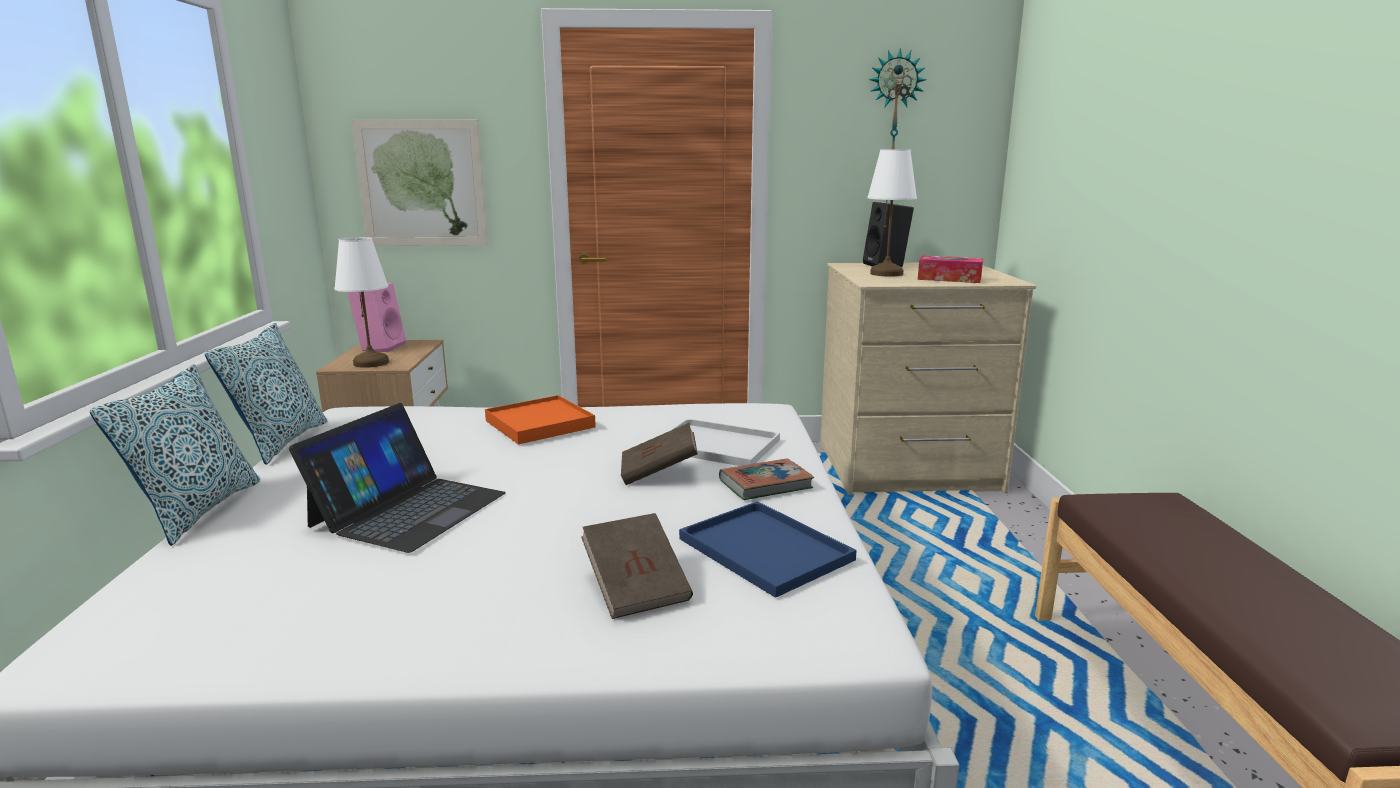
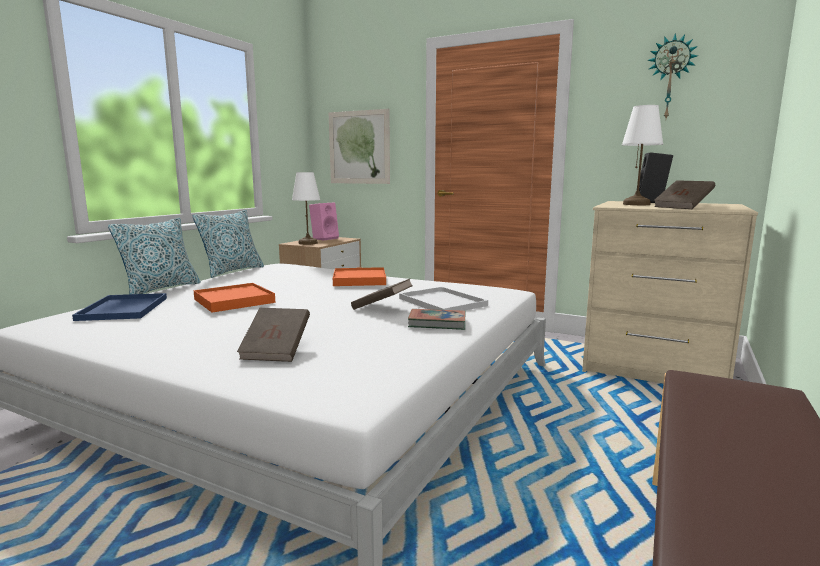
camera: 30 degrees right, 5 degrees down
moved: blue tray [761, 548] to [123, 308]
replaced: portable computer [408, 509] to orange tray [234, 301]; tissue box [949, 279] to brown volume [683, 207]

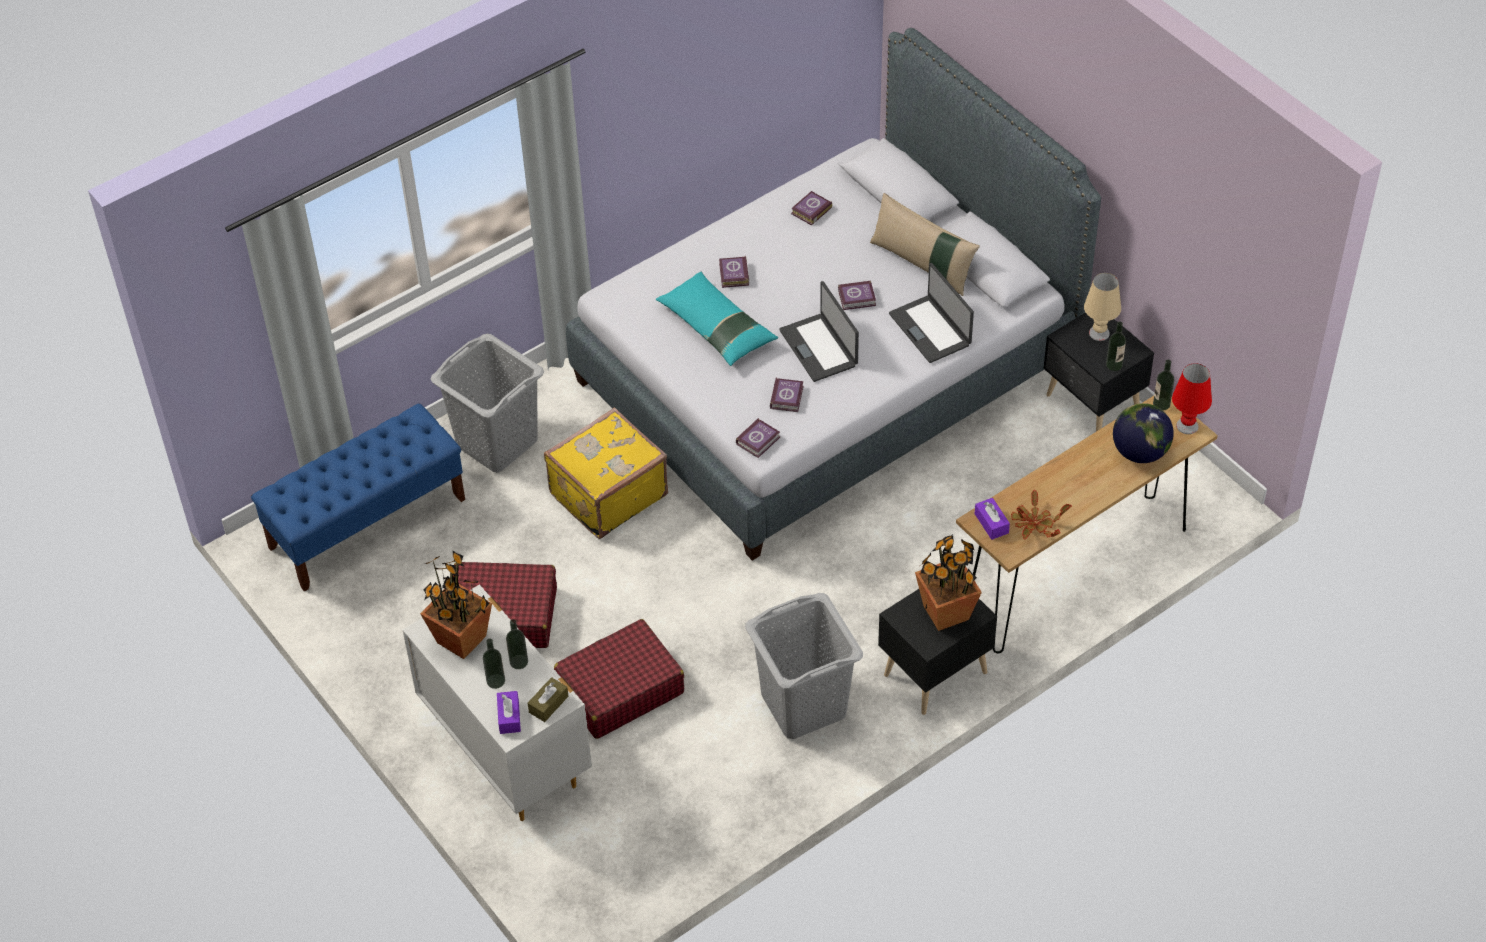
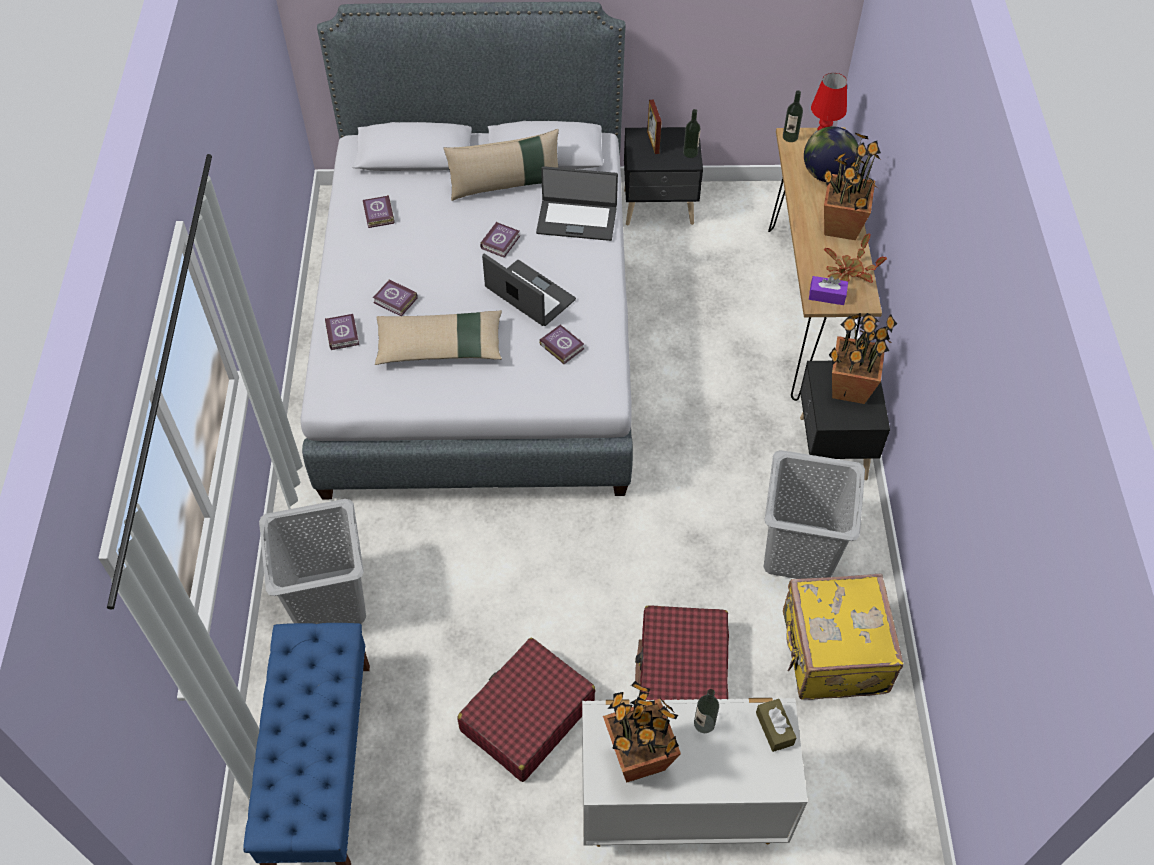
camera: 55 degrees left, 5 degrees up
removed: drink bottle [495, 681]; purple tissue box [509, 717]
added: houseplant [840, 226]
moved: yellow travel case [607, 494] to [831, 654]; volume [759, 440] to [343, 333]
replaced: beige table lamp [1099, 333] to picture frame [653, 142]
recoloured: turquoise-coloured pillow [716, 327] to beige pillow [440, 346]
turned: portable computer [819, 347] = [529, 295] 150 degrees counterclockwise

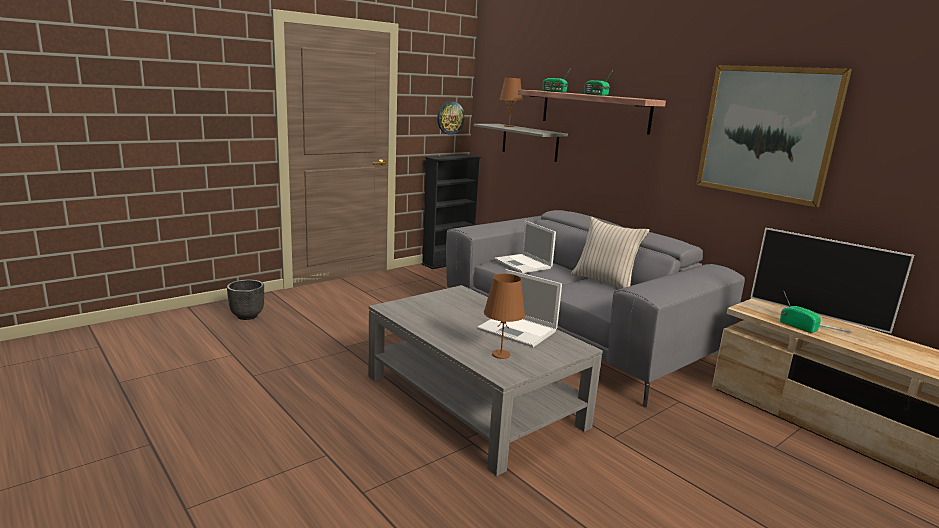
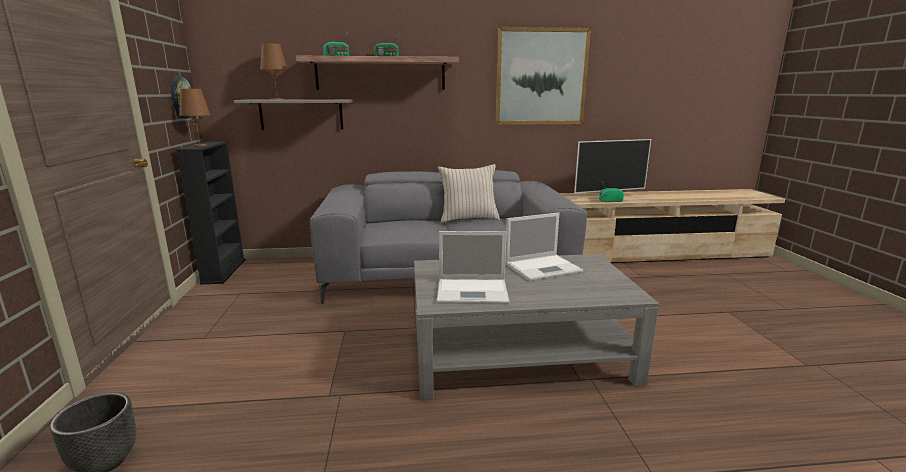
camera: 55 degrees left, 0 degrees up
moved: brown table lamp [501, 355] to [200, 145]; portable computer [523, 264] to [474, 291]

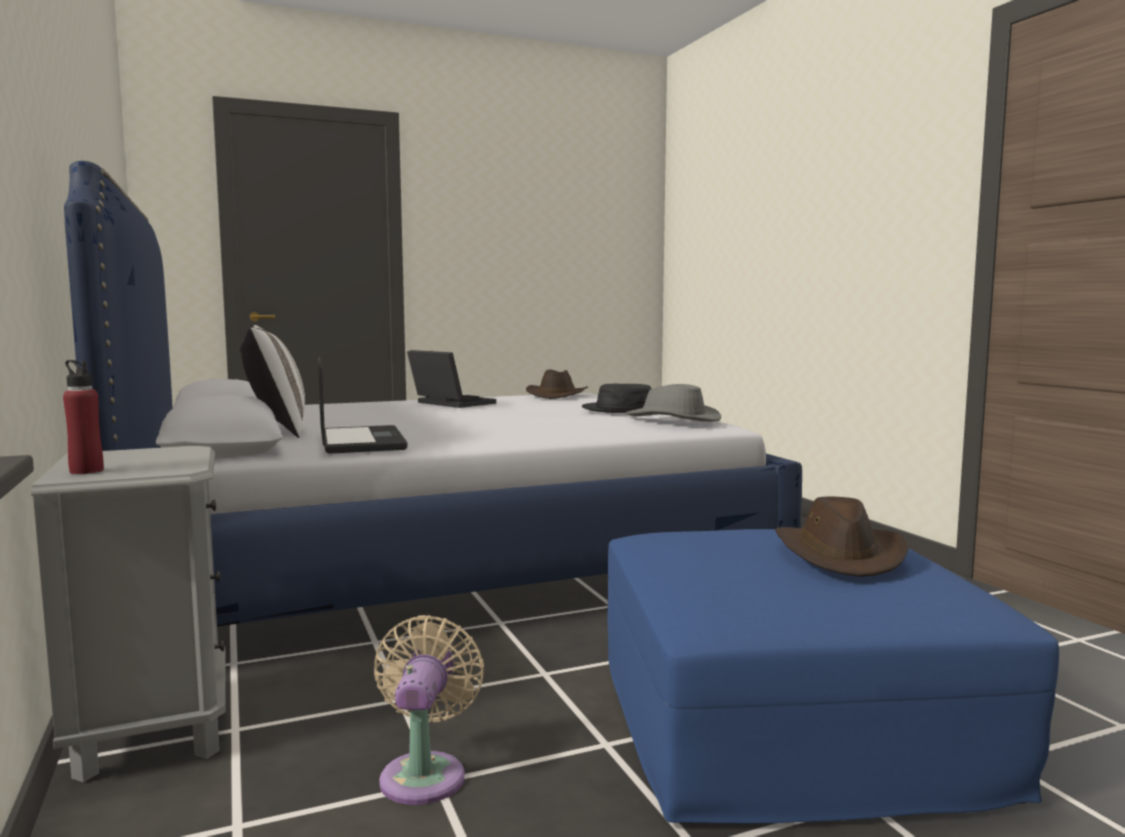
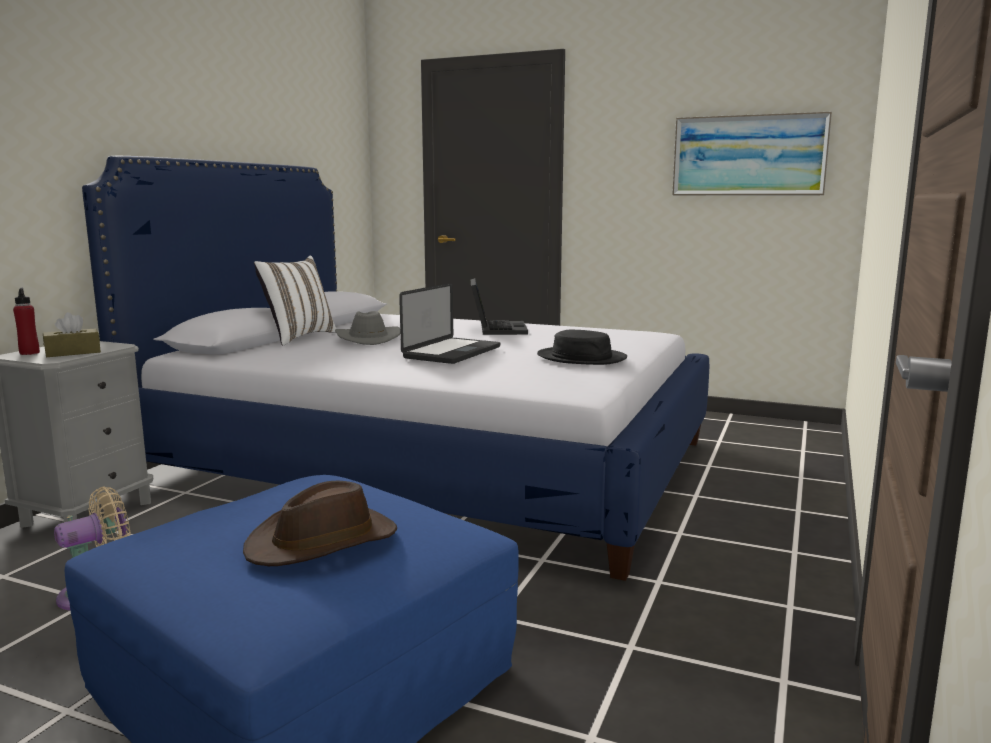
camera: 45 degrees right, 5 degrees up
removed: brown hat [557, 395]
added: brown tissue box [73, 352]; wall picture [748, 155]
moved: portable computer [361, 442] to [452, 352]; gray hat [672, 419] to [367, 339]

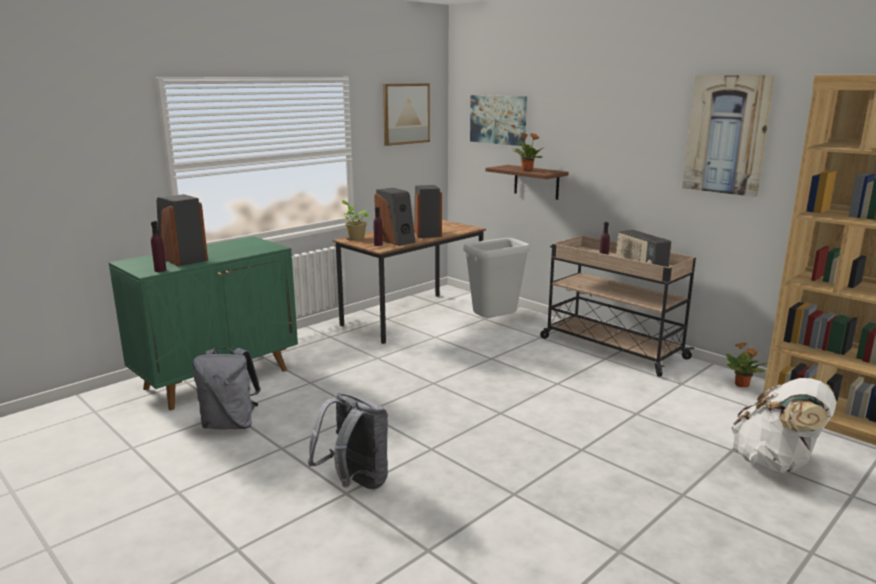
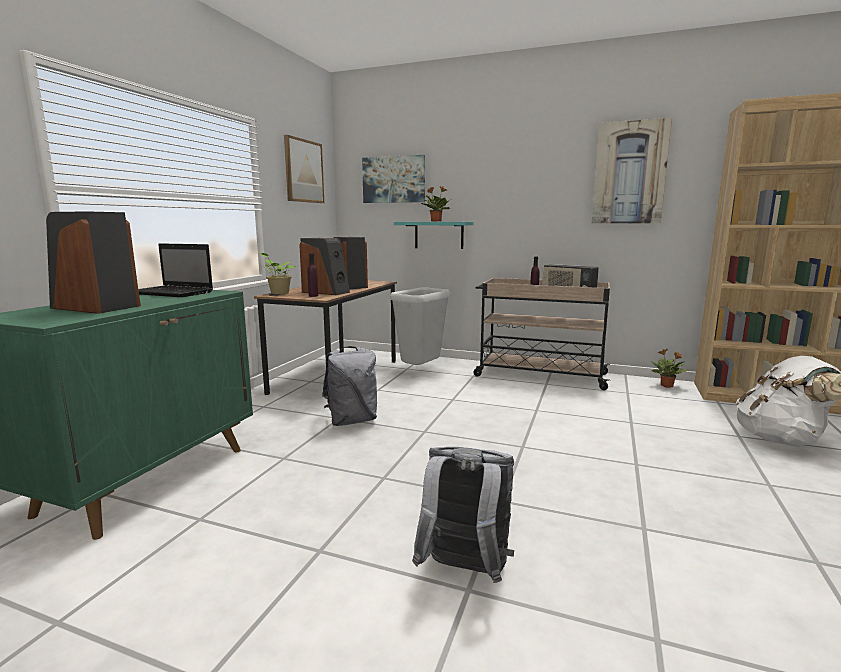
camera: 25 degrees left, 5 degrees down
removed: purple drink bottle [160, 270]
added: portable computer [173, 293]
moved: gray knapsack [230, 424] to [352, 421]
recoloured: brown shelf [536, 182] to turquoise-coloured shelf [439, 235]

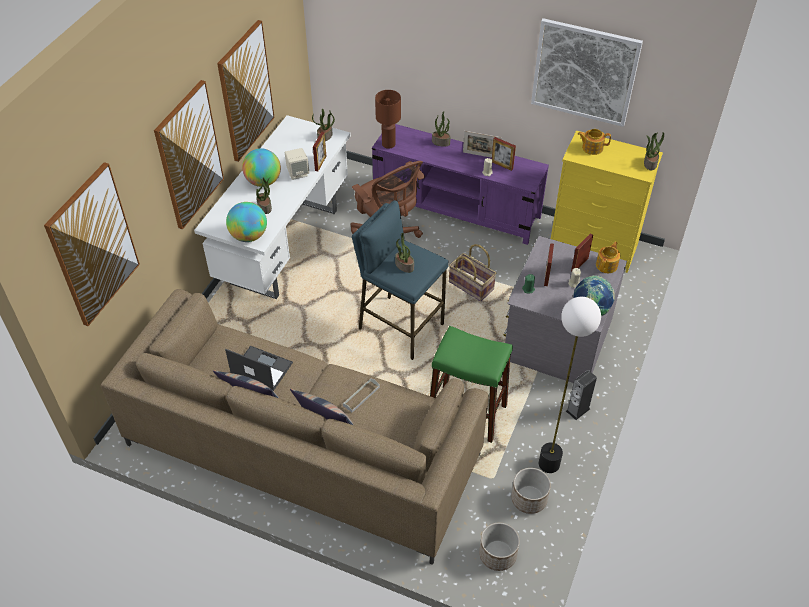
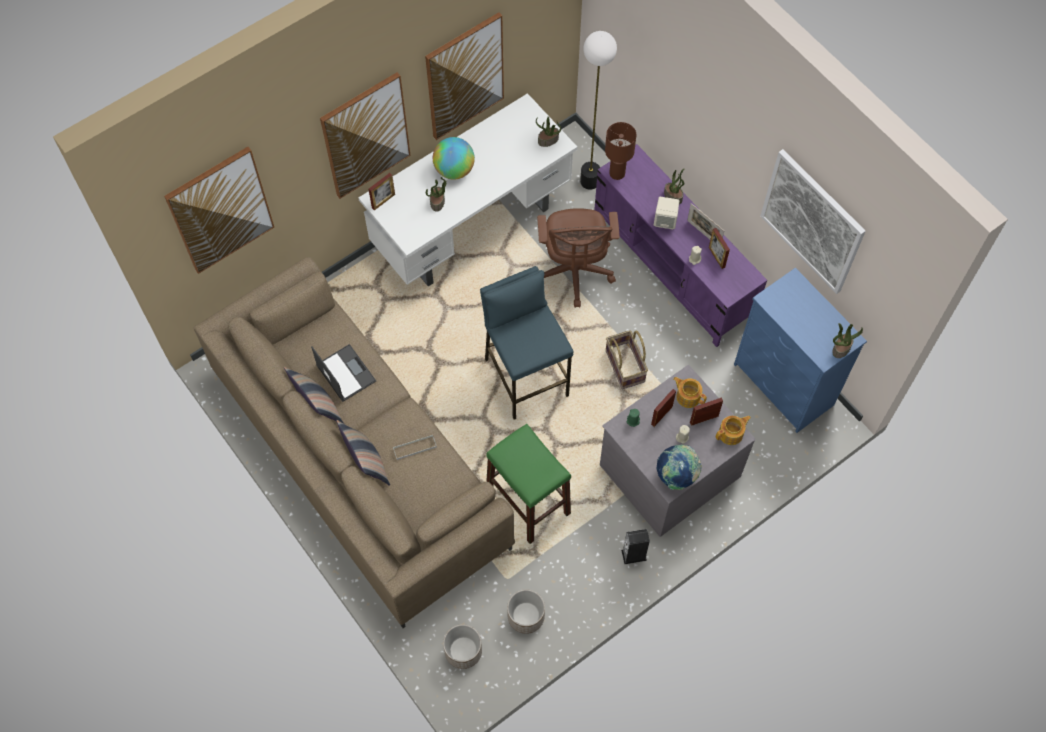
camera: 30 degrees right, 15 degrees up
removed: globe [249, 236]; houseplant [404, 266]
moved: beige loudspeaker [298, 173] to [665, 221]; picture frame [320, 163] to [383, 201]; standard lamp [548, 464] to [589, 181]; pot for tea [592, 148] to [688, 396]
recoloured: yellow drawer chest [594, 248] to blue drawer chest [783, 385]

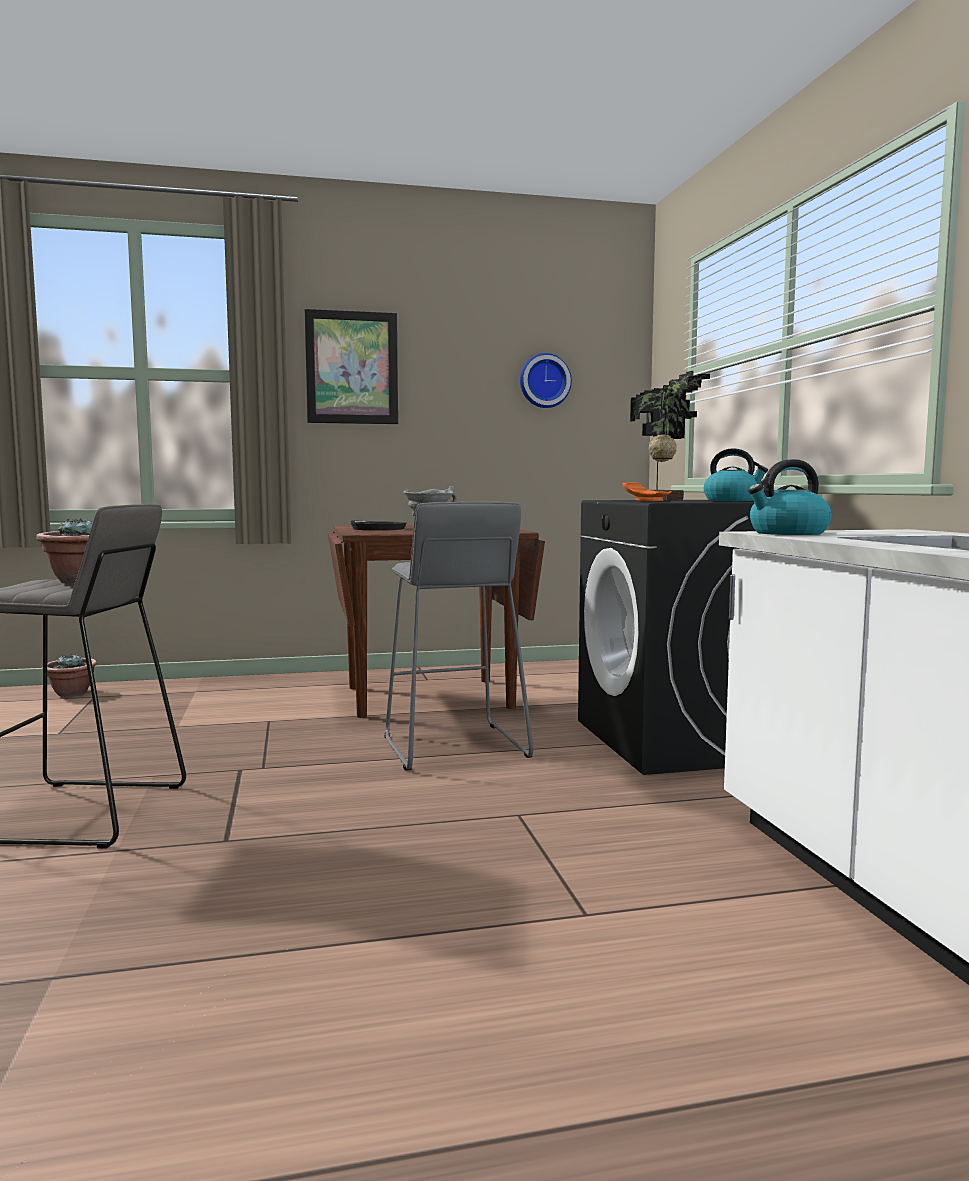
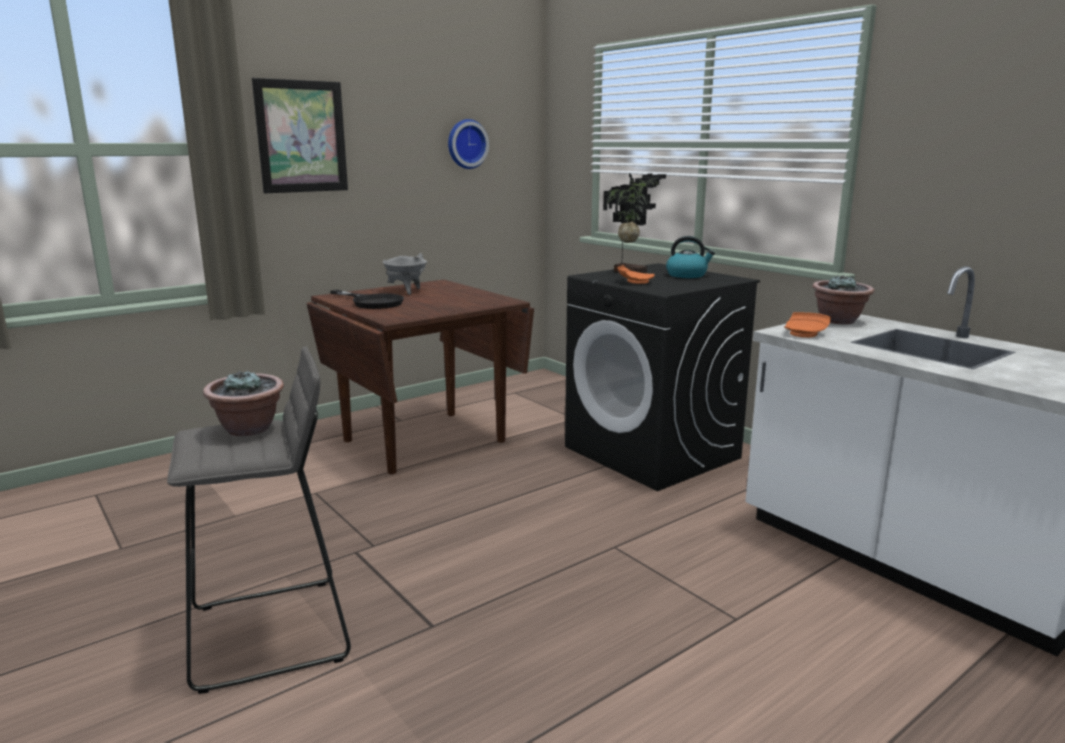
camera: 25 degrees left, 10 degrees up
removed: gray stool seat [453, 746]
moved: houseplant [71, 693] to [839, 321]
replaced: tea kettle [787, 533] to orange dinner plate [805, 334]

